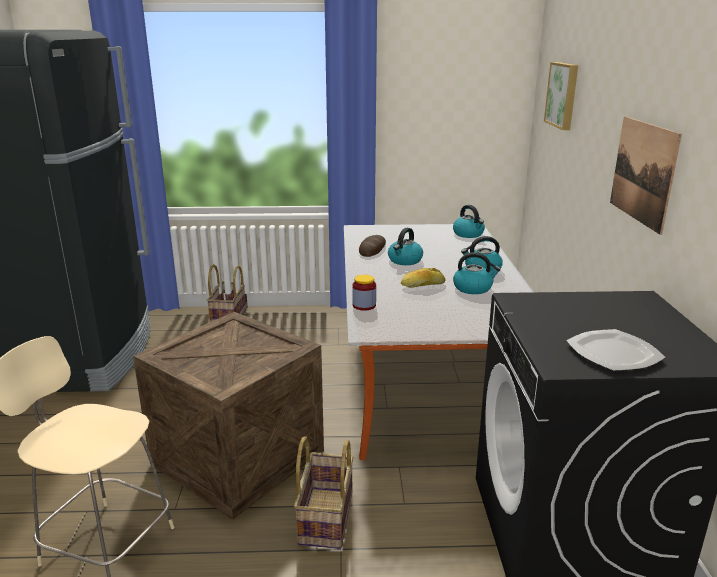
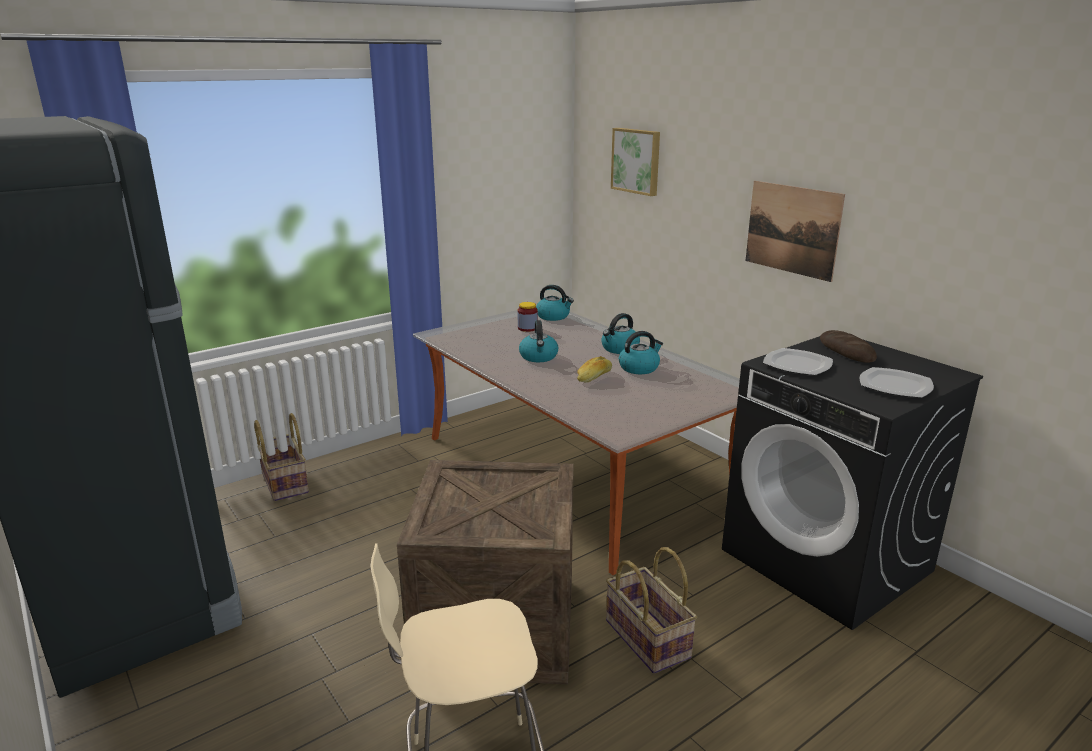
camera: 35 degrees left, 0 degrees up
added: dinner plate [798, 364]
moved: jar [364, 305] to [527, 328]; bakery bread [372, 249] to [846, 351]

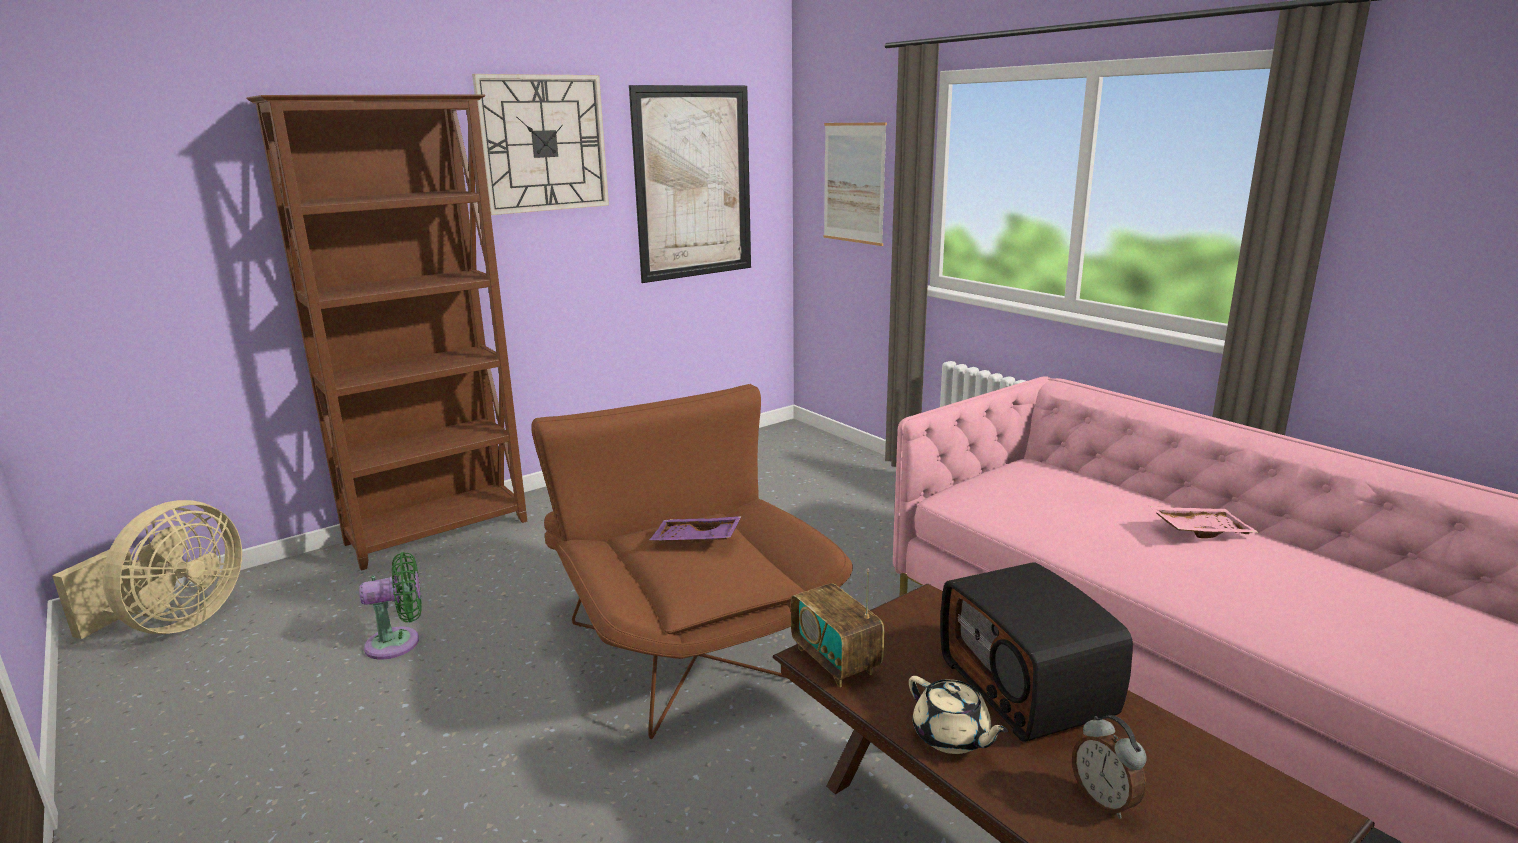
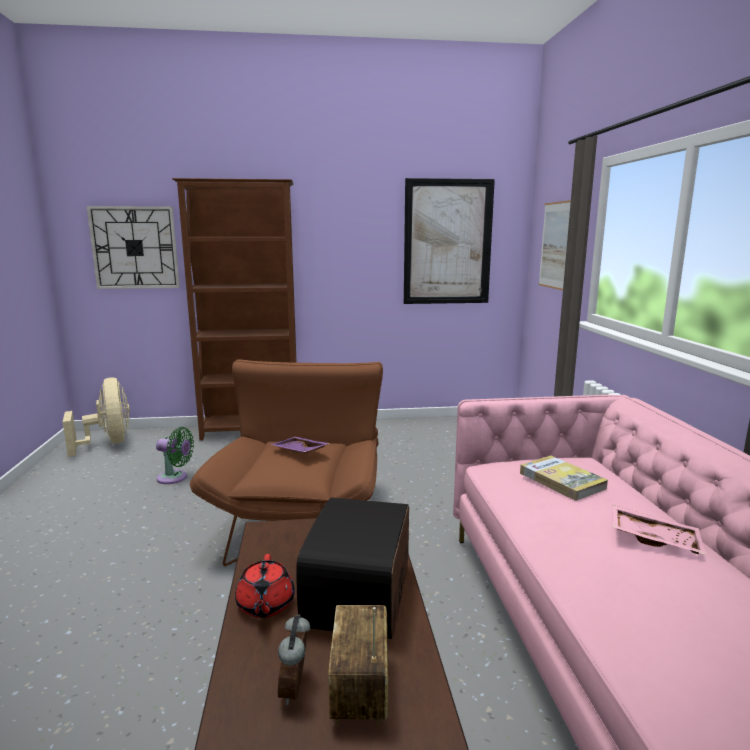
camera: 30 degrees right, 5 degrees down
added: volume [562, 480]
moved: wall clock [543, 143] to [135, 247]; radio set [835, 661] to [360, 691]
recoloured: beige pot for tea [952, 737] to reddish pot for tea [265, 605]
turned: beige electric fan [175, 623] = [108, 443] 75 degrees counterclockwise

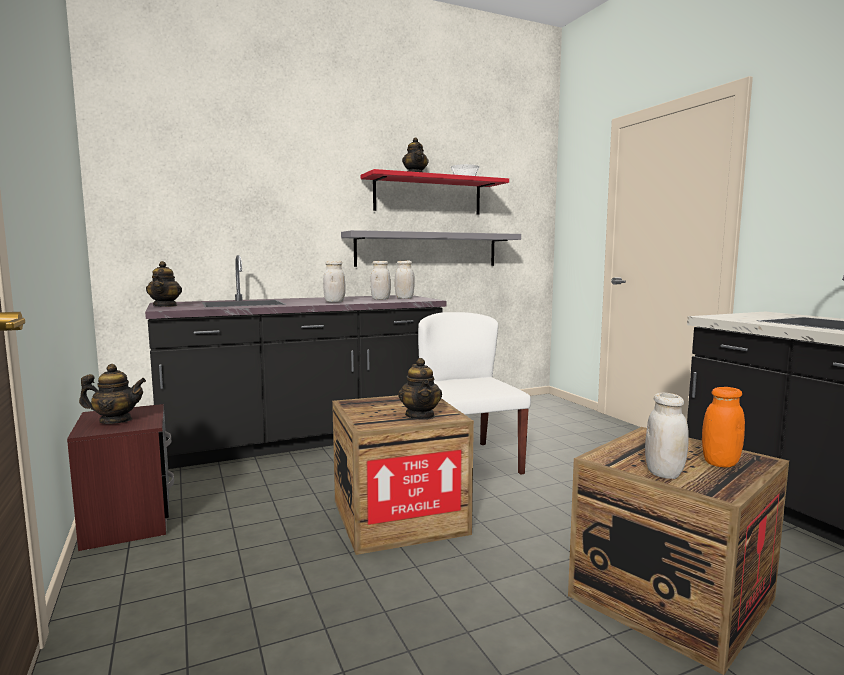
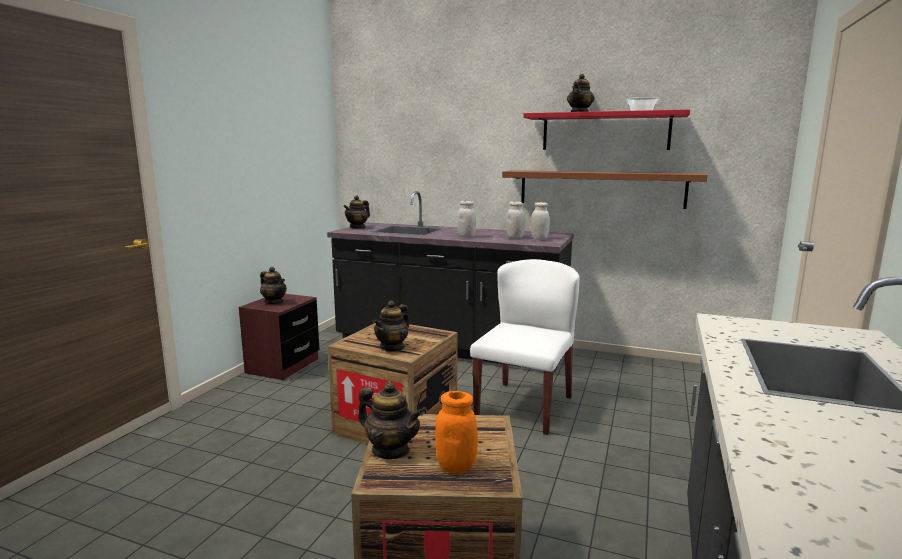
camera: 45 degrees right, 5 degrees up
replaced: whitish jar [664, 473] to pot for tea [390, 450]
recoloured: gray shelf [427, 249] to brown shelf [600, 188]

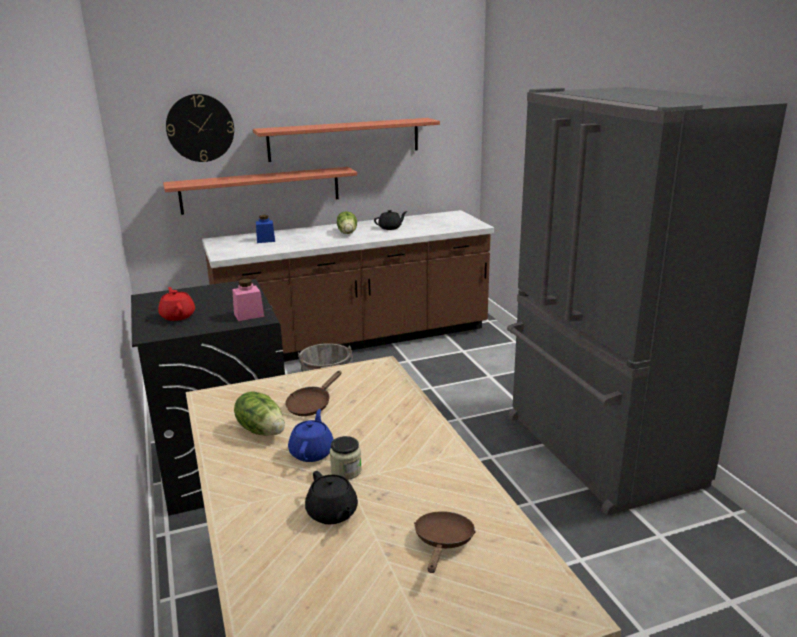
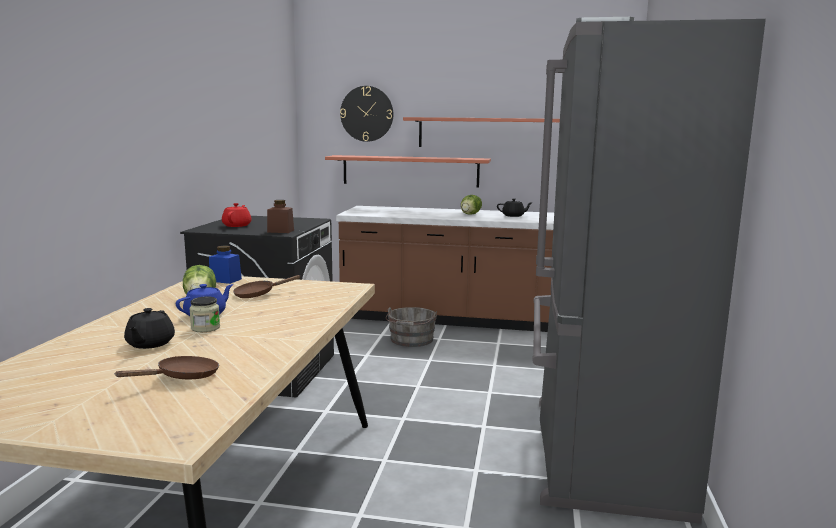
camera: 30 degrees right, 10 degrees down
moved: blue jar [266, 240] to [225, 280]
recoloured: pink-coloured jar [249, 315] to brown jar [280, 231]

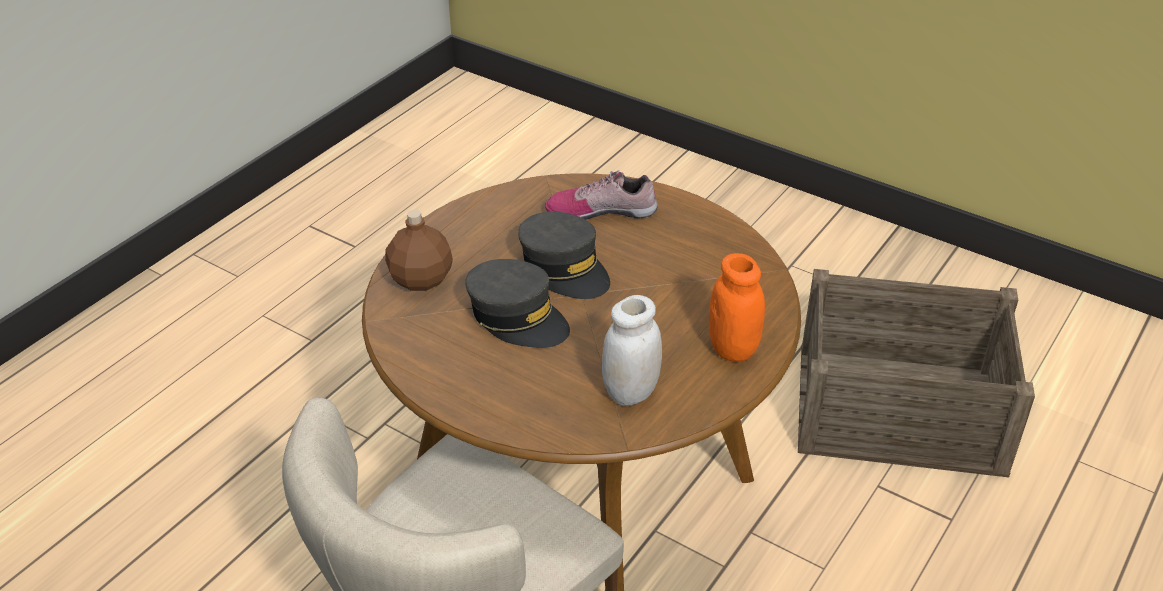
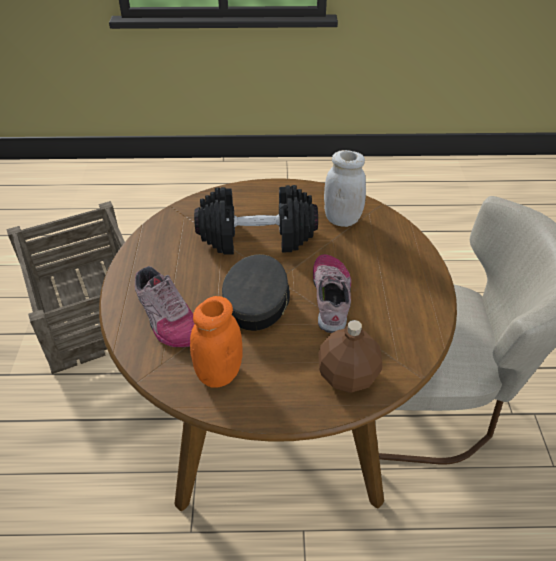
camera: 125 degrees left, 5 degrees up
added: black-coloured dumbbell [256, 237]
moved: orange jar [732, 349] to [219, 373]
replaced: gray peaked cap [518, 317] to item of footwear [331, 297]

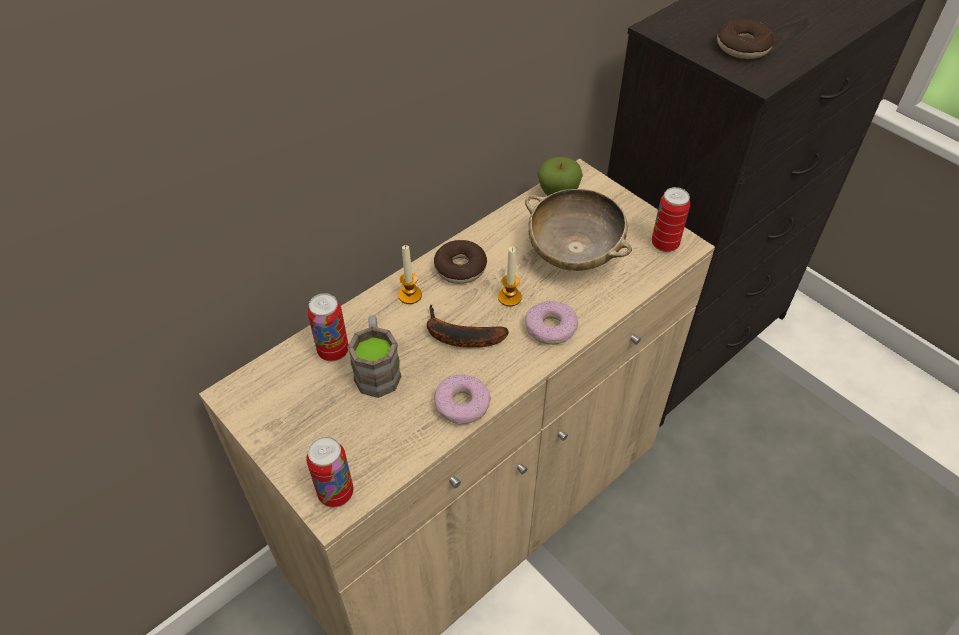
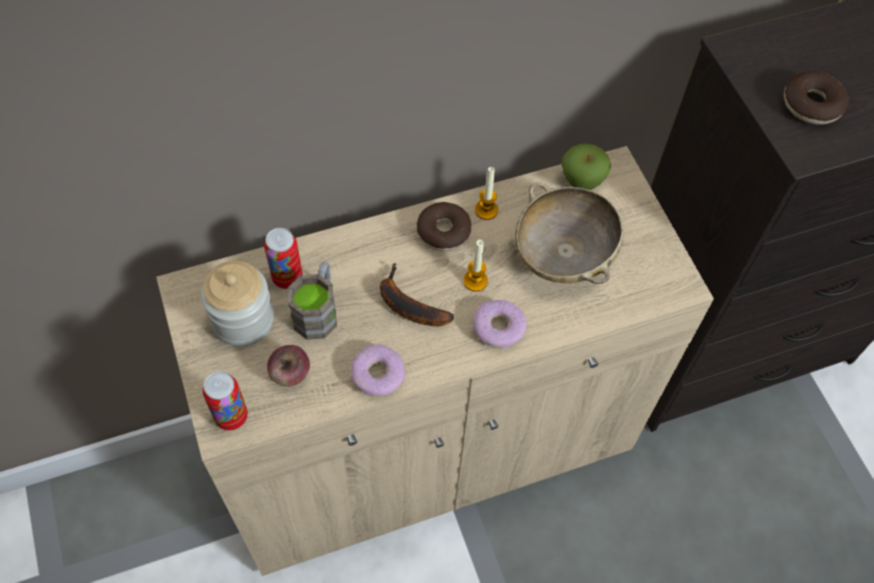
camera: 20 degrees right, 10 degrees up
removed: can [664, 244]
added: jar [243, 320]; apple fruit [290, 374]
moved: candle [410, 295] to [486, 210]

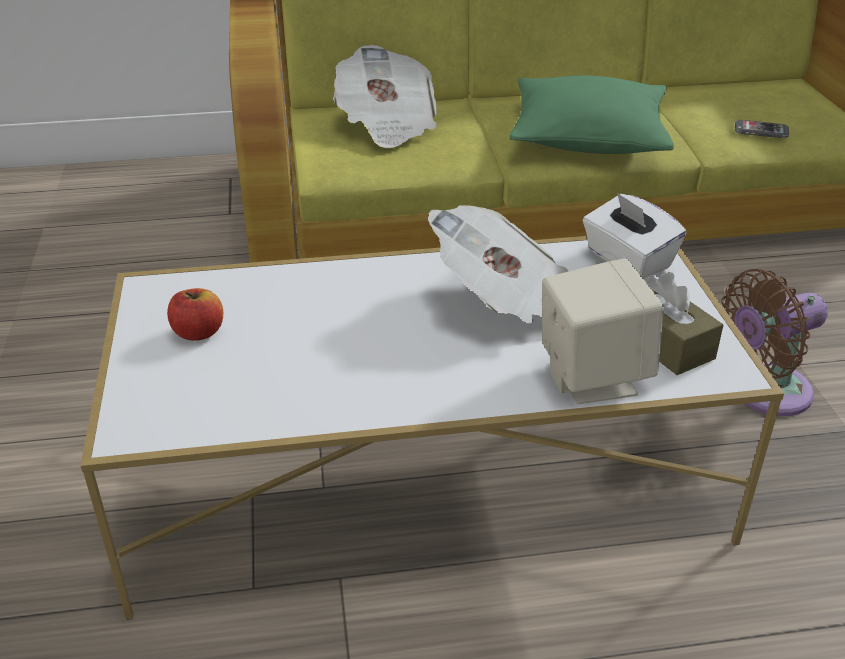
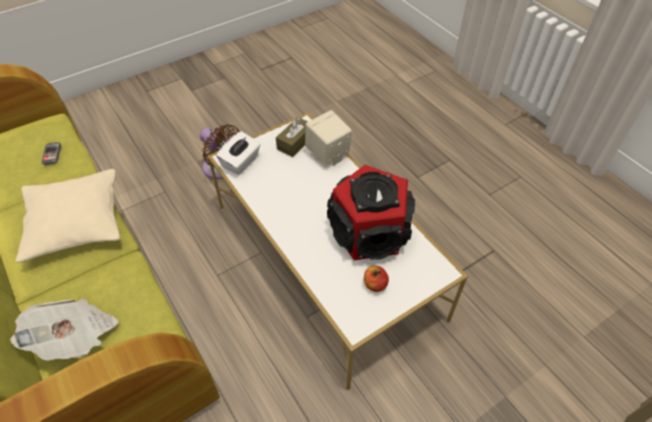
camera: 115 degrees left, 15 degrees up
removed: printed paper [508, 303]
added: loudspeaker [370, 232]
recoloured: greenish pillow [588, 138] to beige pillow [75, 223]

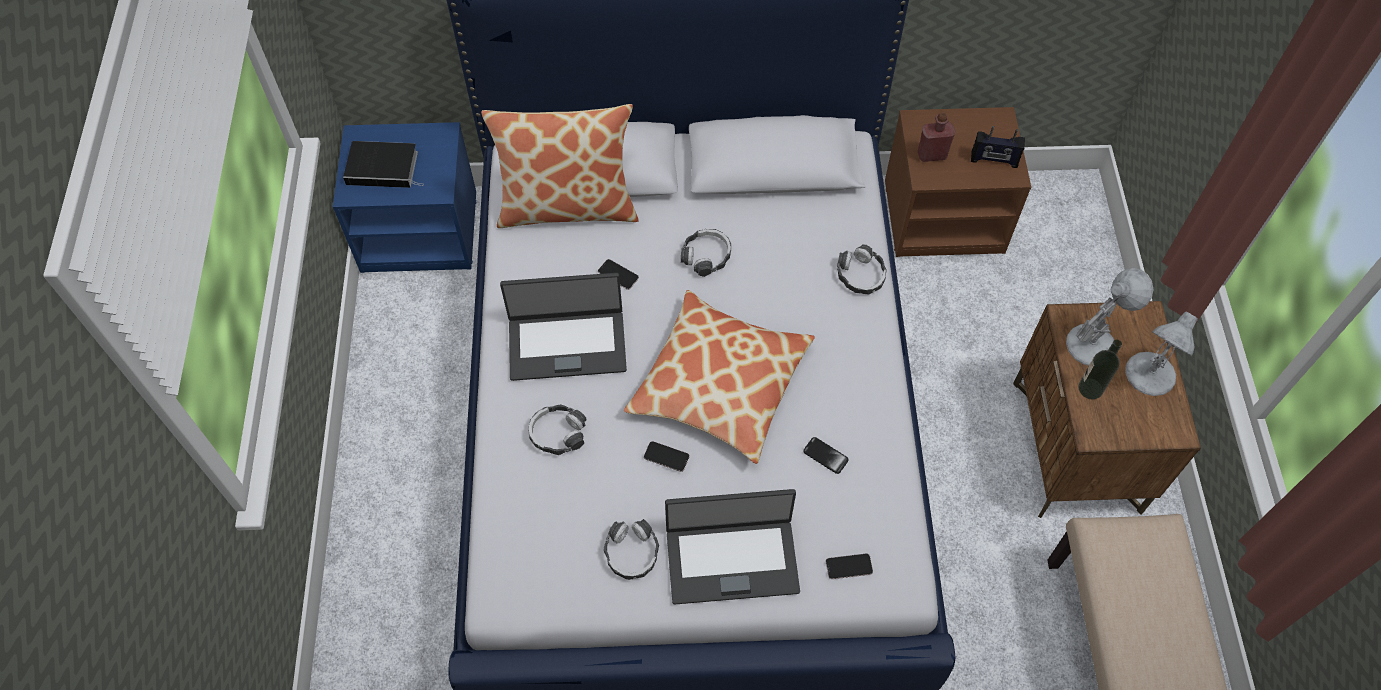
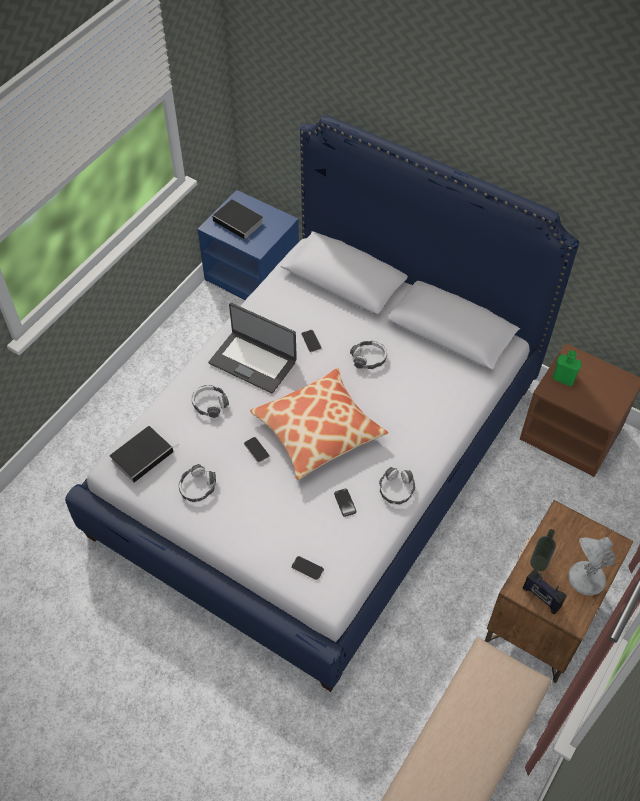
camera: 35 degrees right, 5 degrees down
removed: pillow [568, 206]; portable computer [732, 559]; whitish table lamp [1093, 343]
added: volume [143, 455]
moved: pair of headphones [860, 275] to [396, 489]; radio set [994, 160] to [541, 598]
recoloured: reddish drink bottle [932, 155] to greenish drink bottle [563, 379]

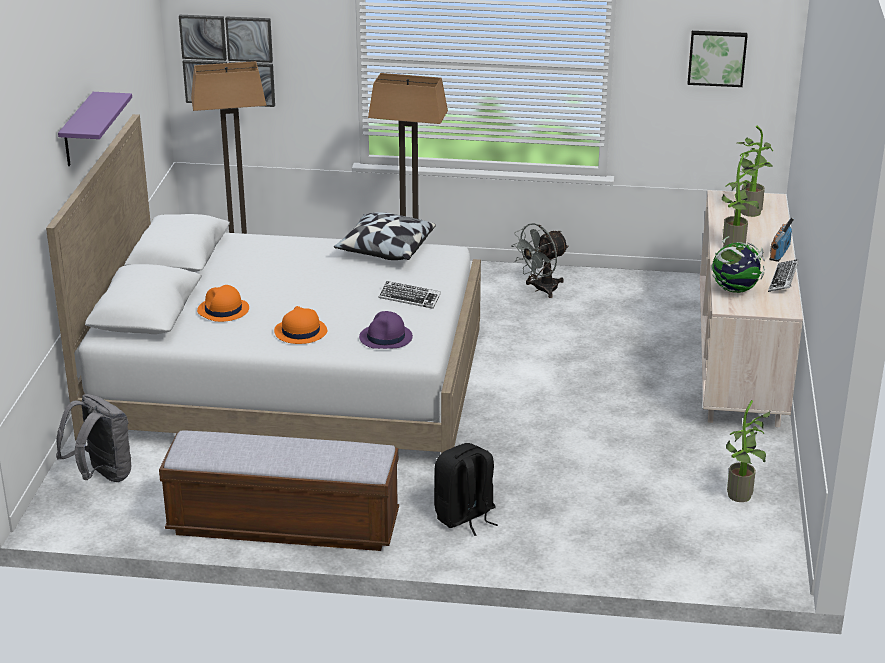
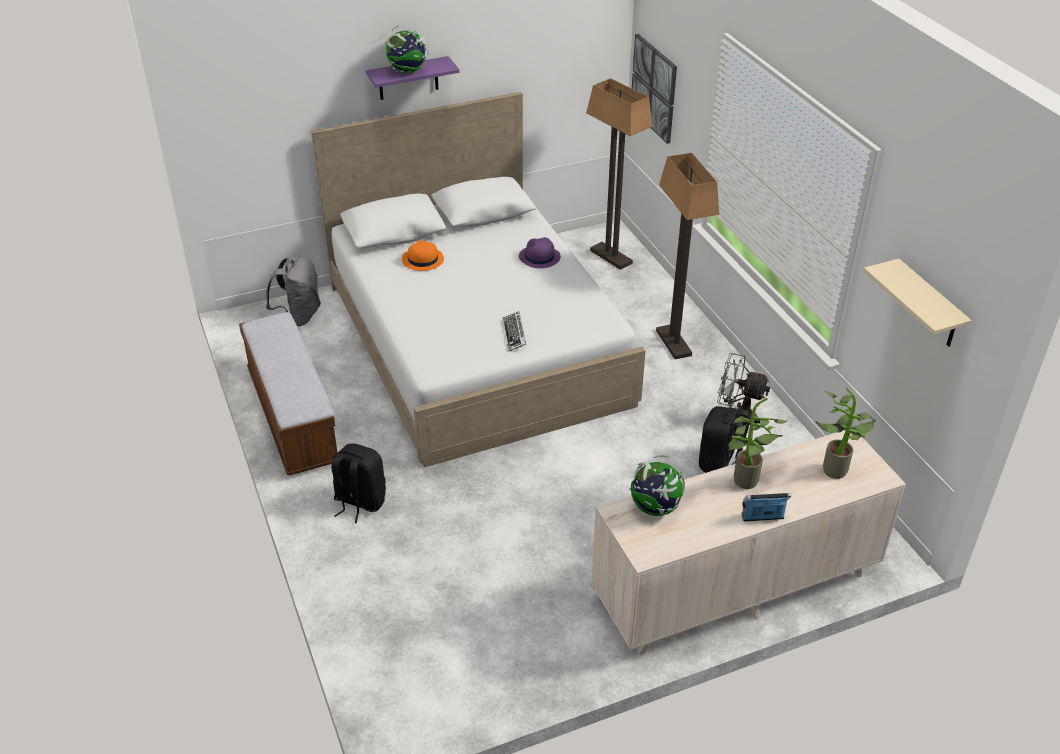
camera: 60 degrees right, 10 degrees up
removed: orange hat [300, 332]; pillow [385, 250]; houseplant [742, 497]; keyboard [783, 280]
added: globe [407, 71]; black-coloured knapsack [720, 464]
moved: purple hat [386, 338] to [539, 257]
replaced: wall picture [717, 57] to beige shelf [929, 306]

